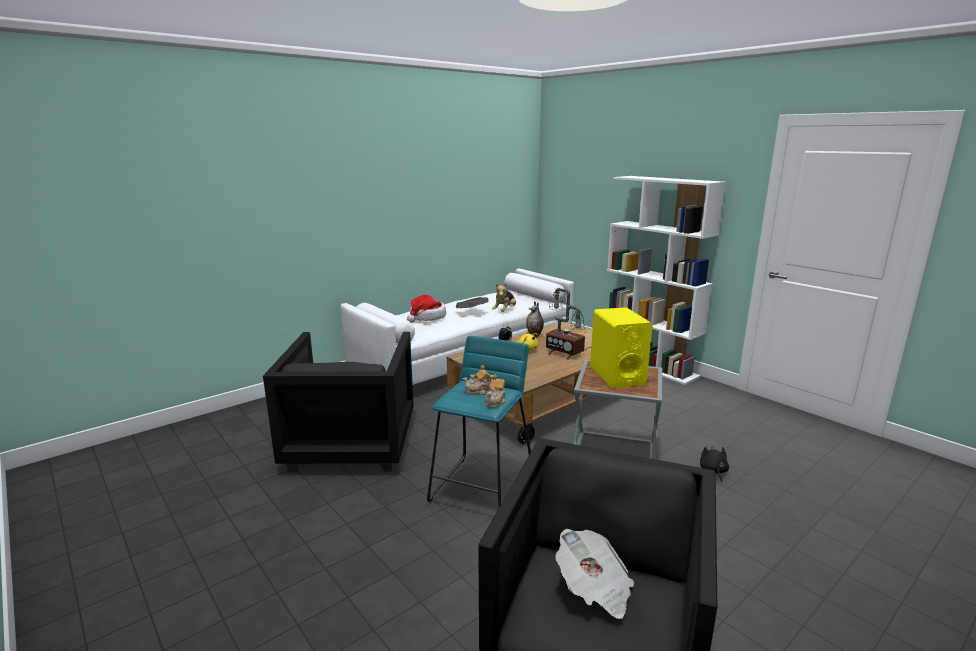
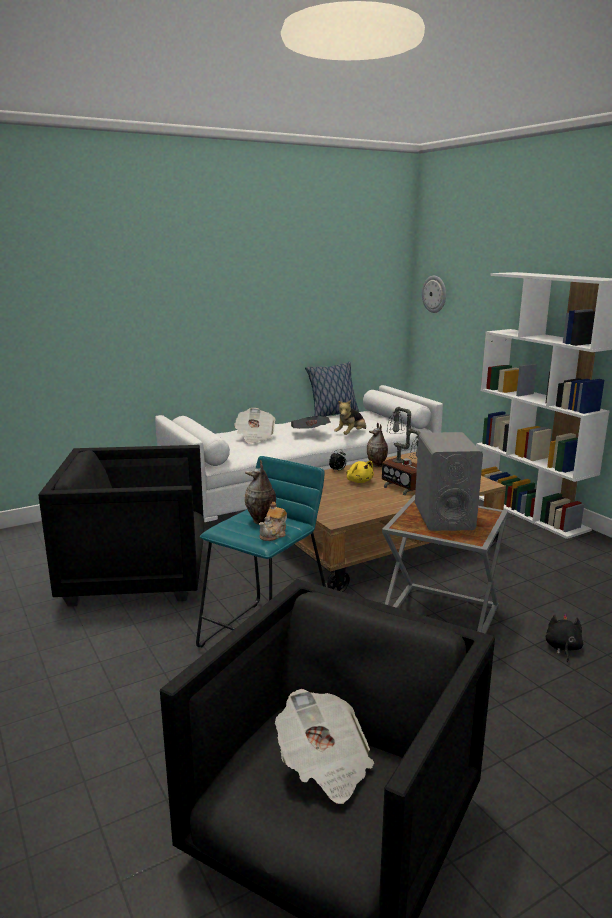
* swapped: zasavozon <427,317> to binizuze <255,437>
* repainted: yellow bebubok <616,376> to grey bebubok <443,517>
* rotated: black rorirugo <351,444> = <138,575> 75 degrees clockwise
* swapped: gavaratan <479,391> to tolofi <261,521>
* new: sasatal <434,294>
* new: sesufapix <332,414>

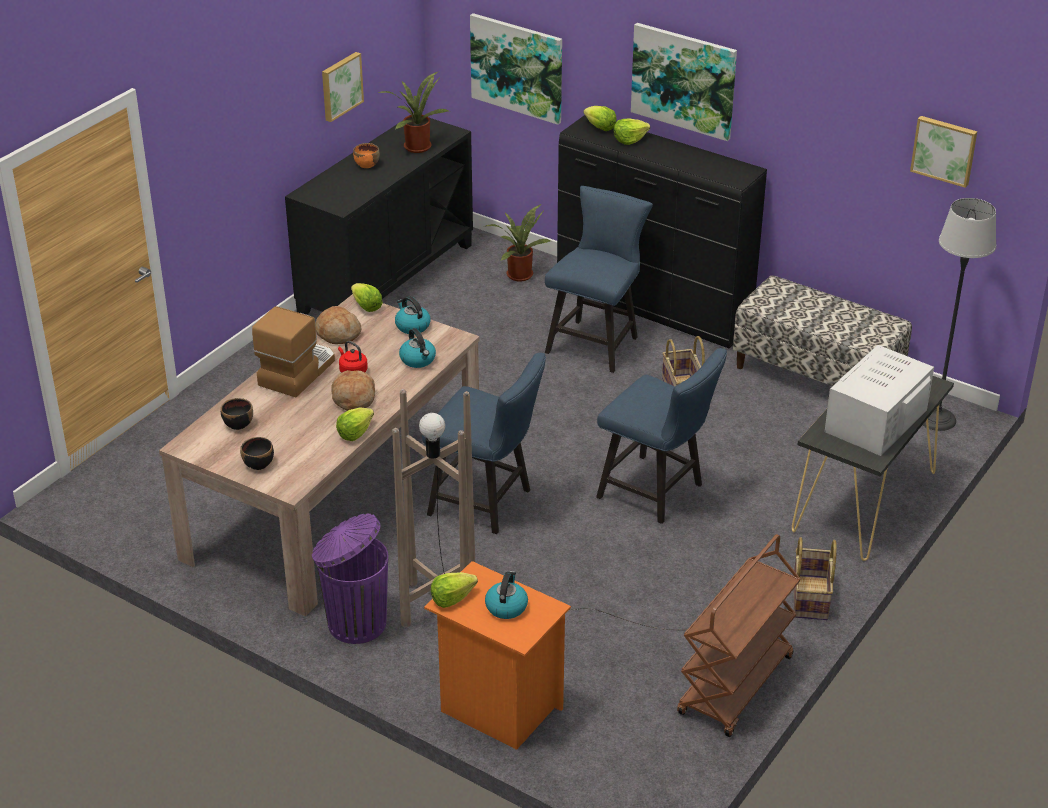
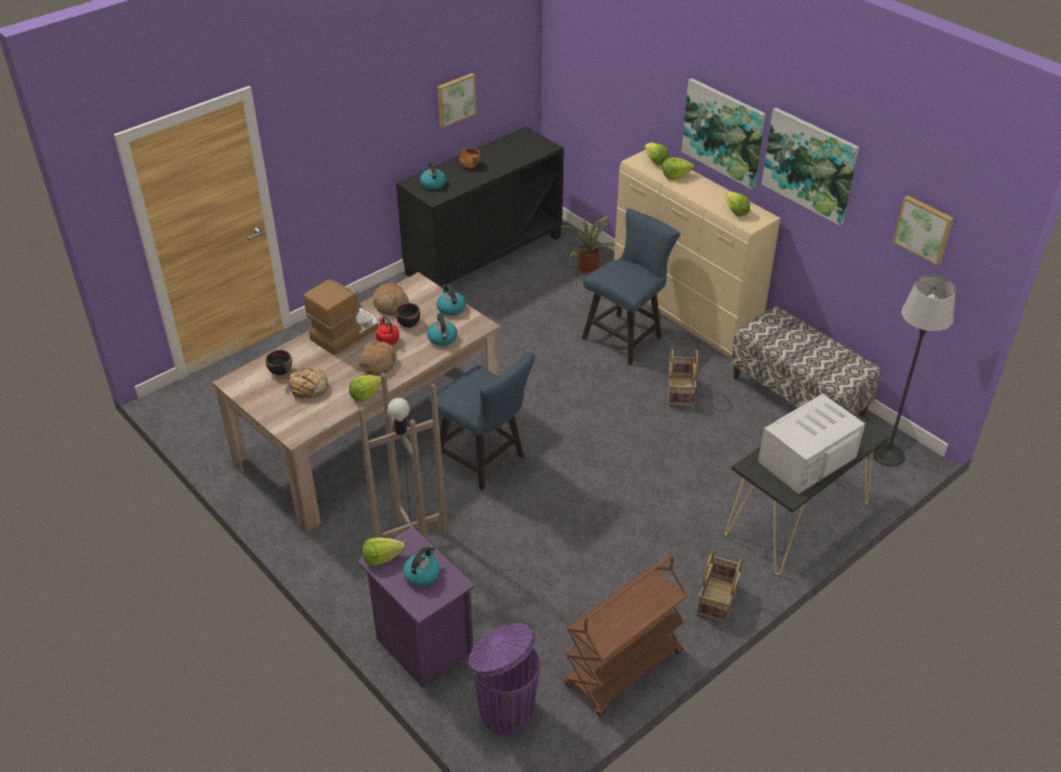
* shifted: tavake <517,67> to <810,165>
* gone: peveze <416,146>
* repainted: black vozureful <653,309> to beige vozureful <683,314>
* shifted: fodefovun <366,306> to <735,211>
* gone: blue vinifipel <657,493>
* shifted: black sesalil <258,464> to <409,323>
* shifted: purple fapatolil <355,622> to <505,710>
* repainted: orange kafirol <497,708> to purple kafirol <421,647>
* new: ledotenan <433,184>
* new: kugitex <308,388>

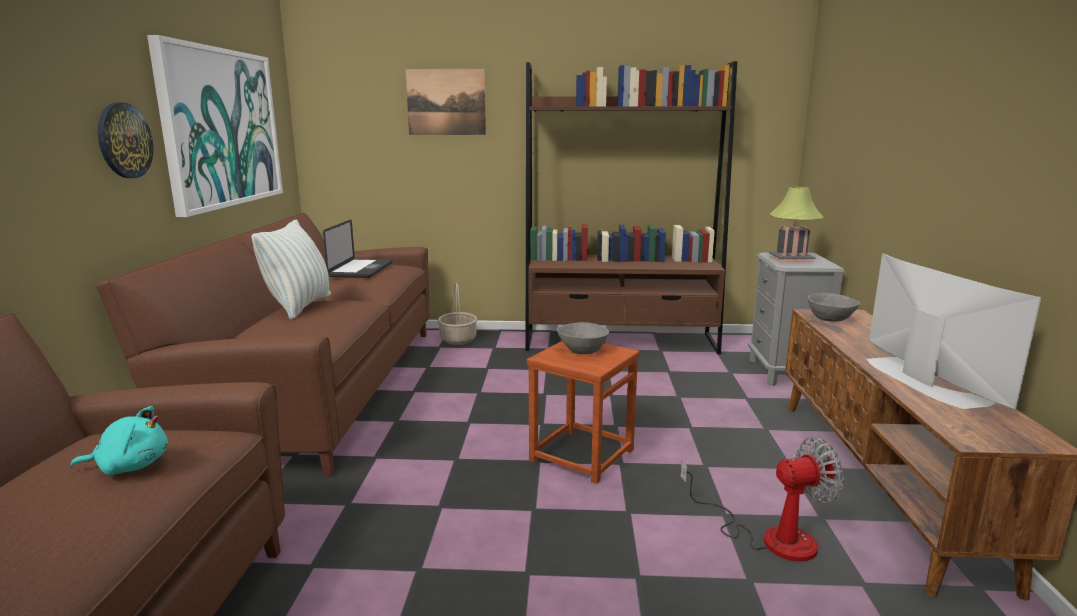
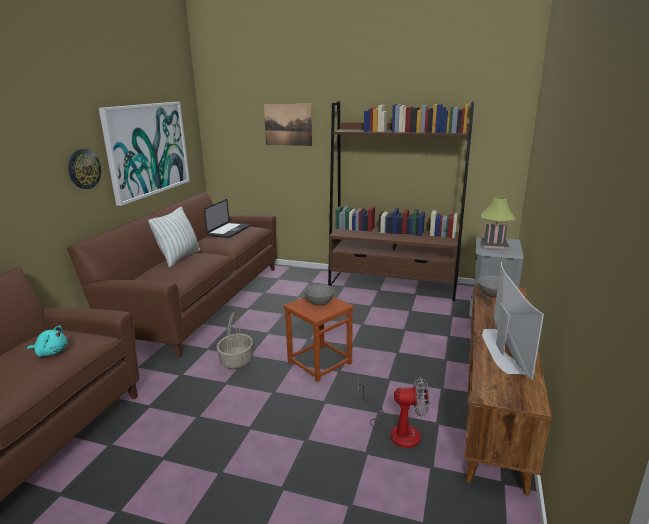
* shifted: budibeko <457,339> to <236,361>

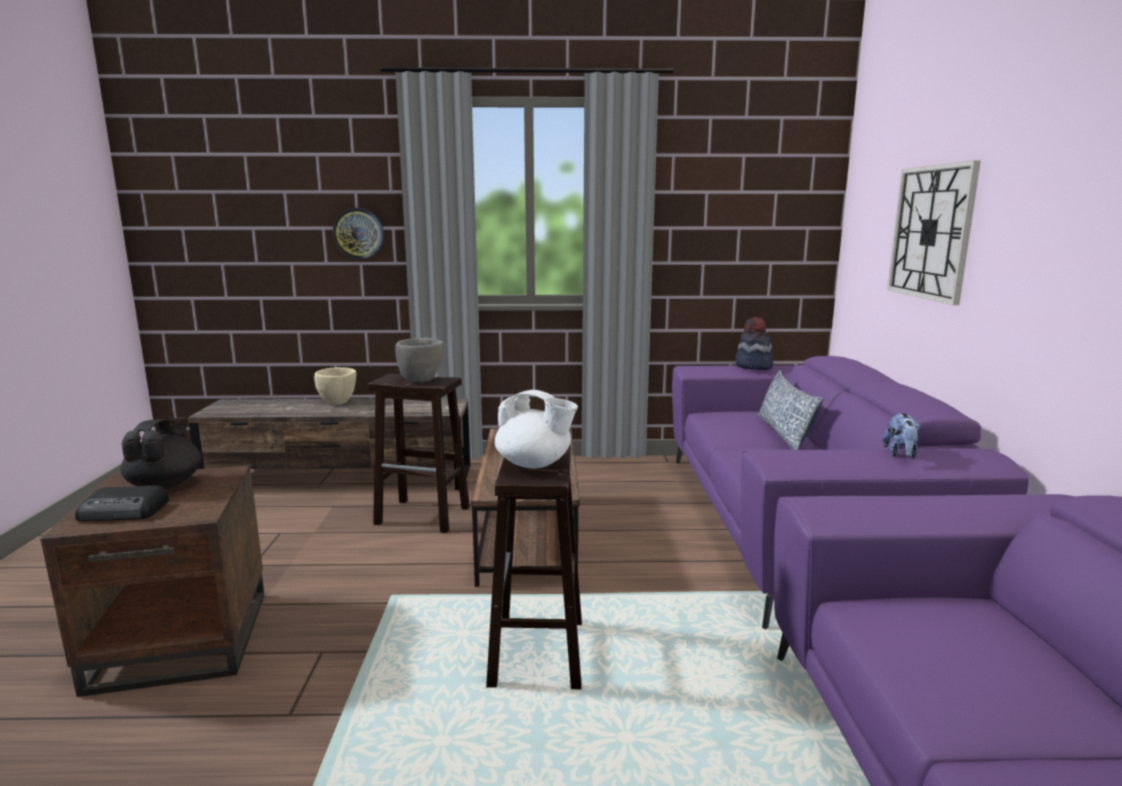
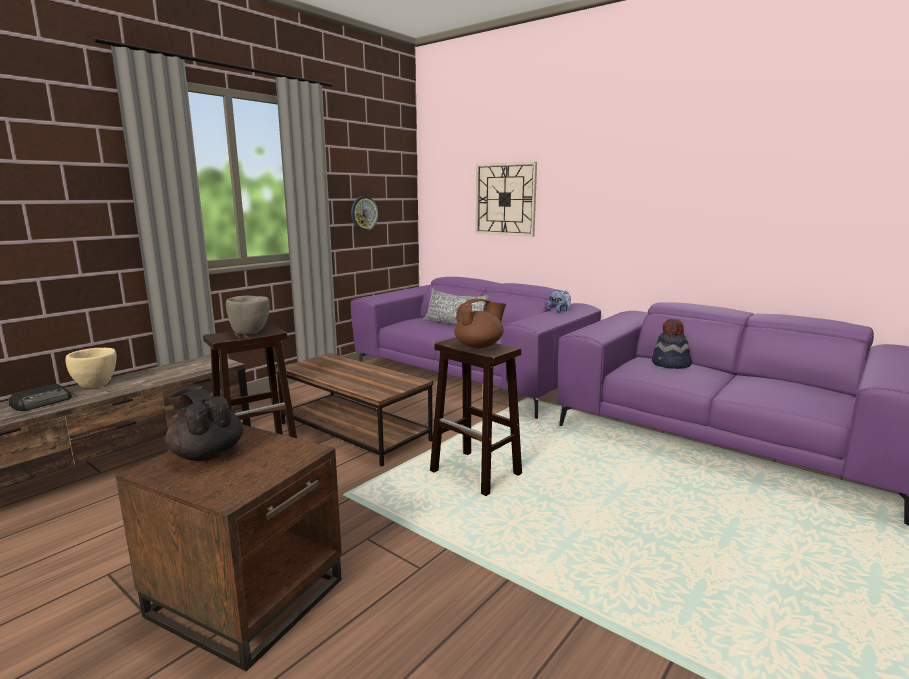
* shifted: sasatal <358,233> to <364,213>
* shifted: zasavozon <753,366> to <670,364>
* repainted: white gavaratan <534,464> to brown gavaratan <479,346>
* shifted: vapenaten <124,511> to <43,402>

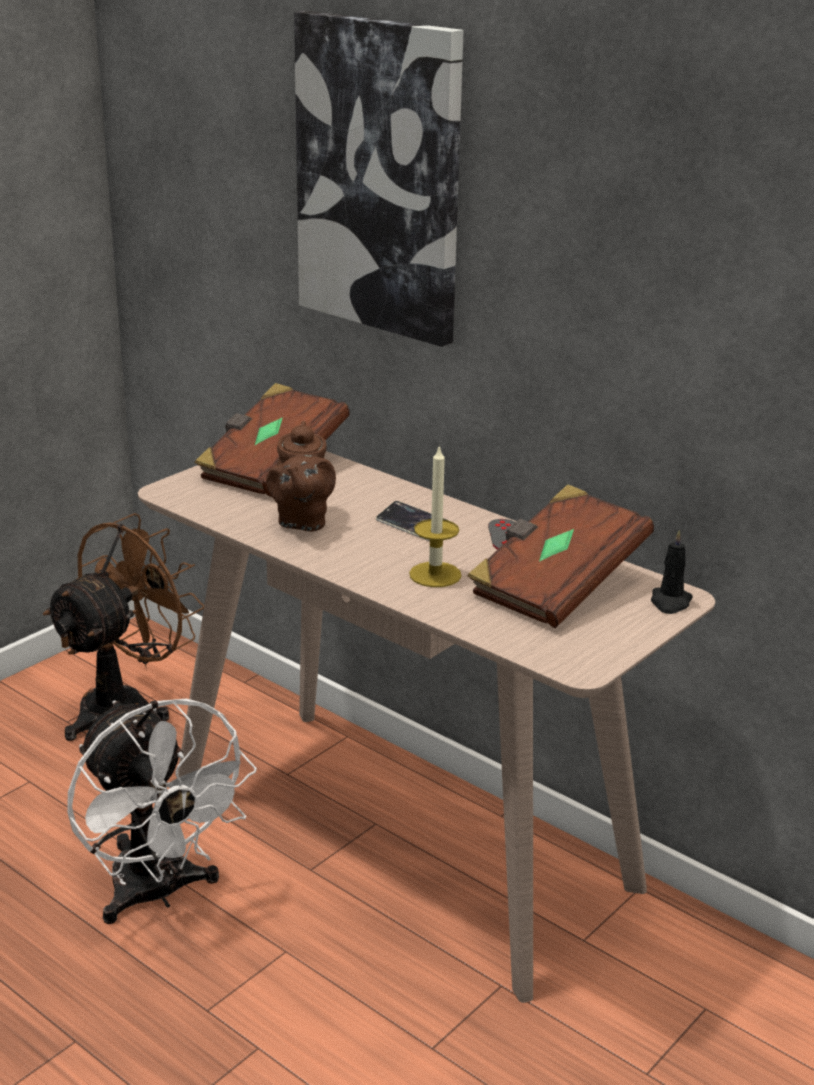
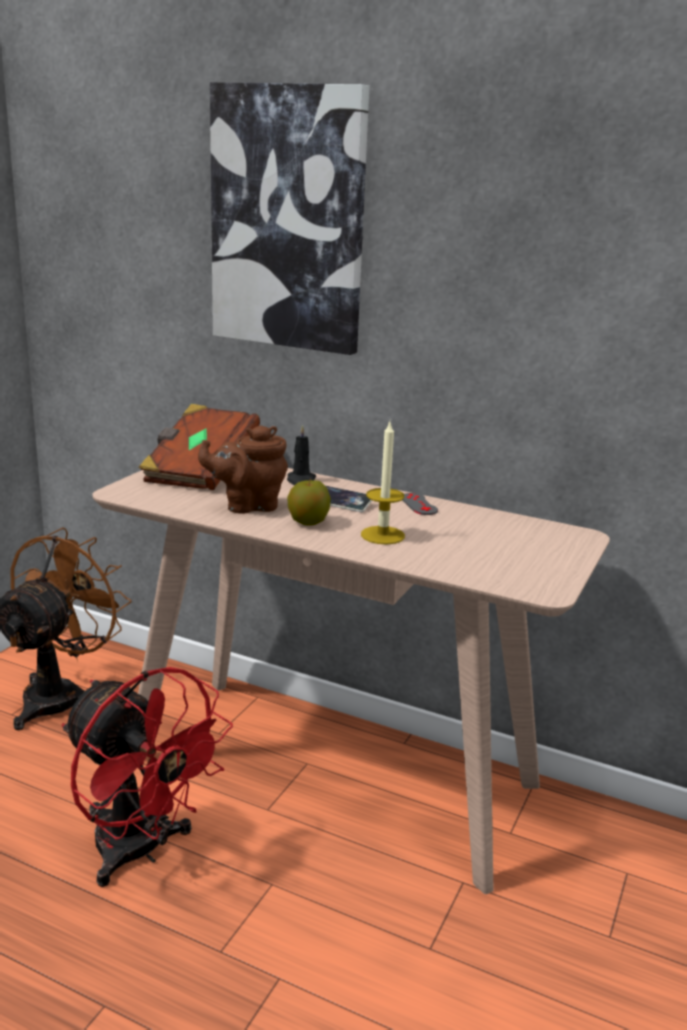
* rotated: brown gavaratan <302,521> = <248,506> 90 degrees clockwise
* gone: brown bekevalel <556,586>
* shifted: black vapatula <670,602> to <301,481>
* repainted: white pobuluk <158,894> to red pobuluk <141,852>
* new: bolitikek <308,522>

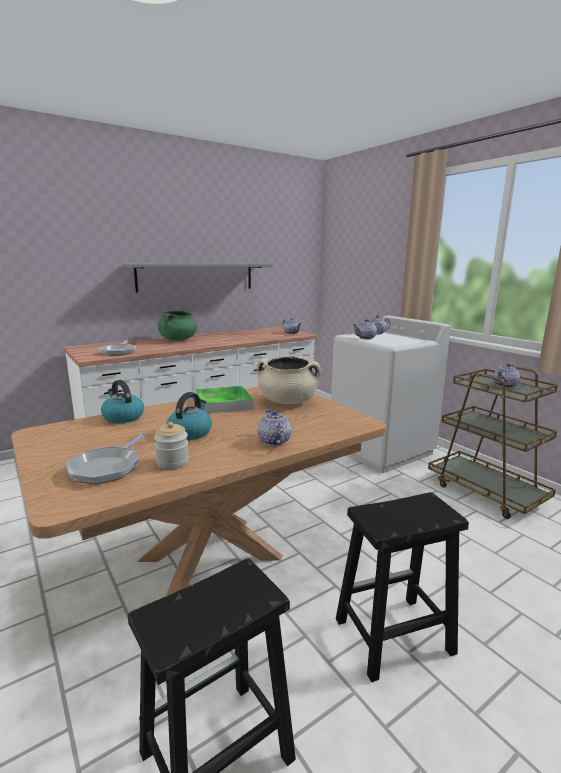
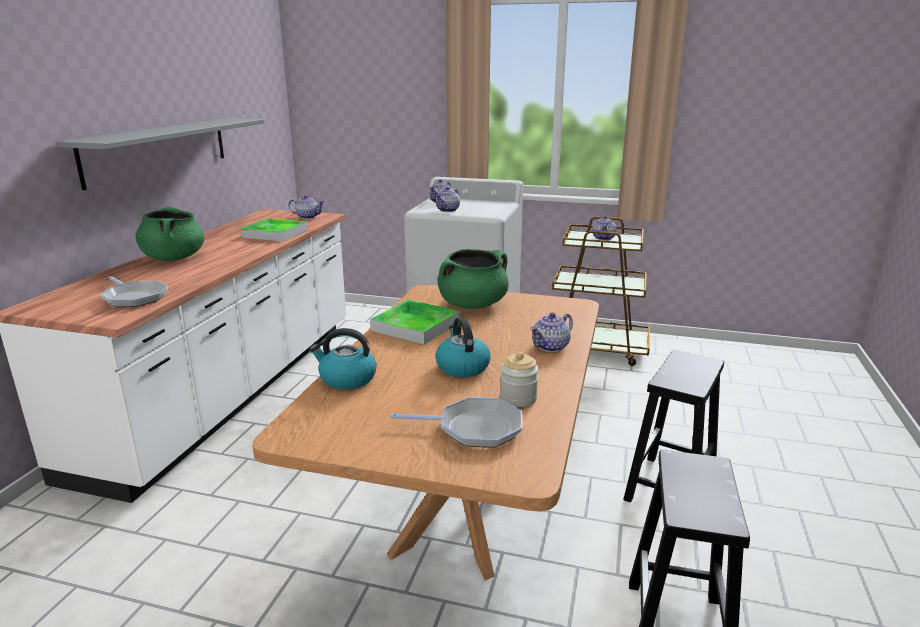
* repainted: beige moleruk <288,401> to green moleruk <473,304>
* rotated: gavaratan <274,441> = <551,346> 75 degrees counterclockwise
* rotated: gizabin <107,468> = <475,428> 60 degrees counterclockwise
* new: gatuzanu <275,233>

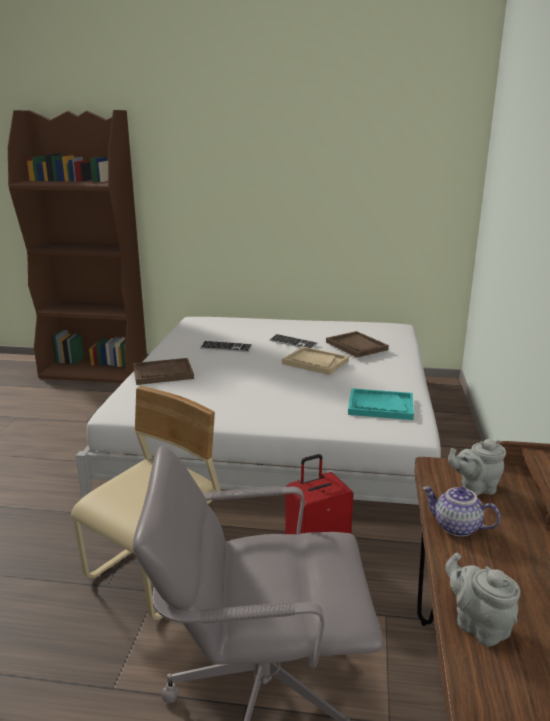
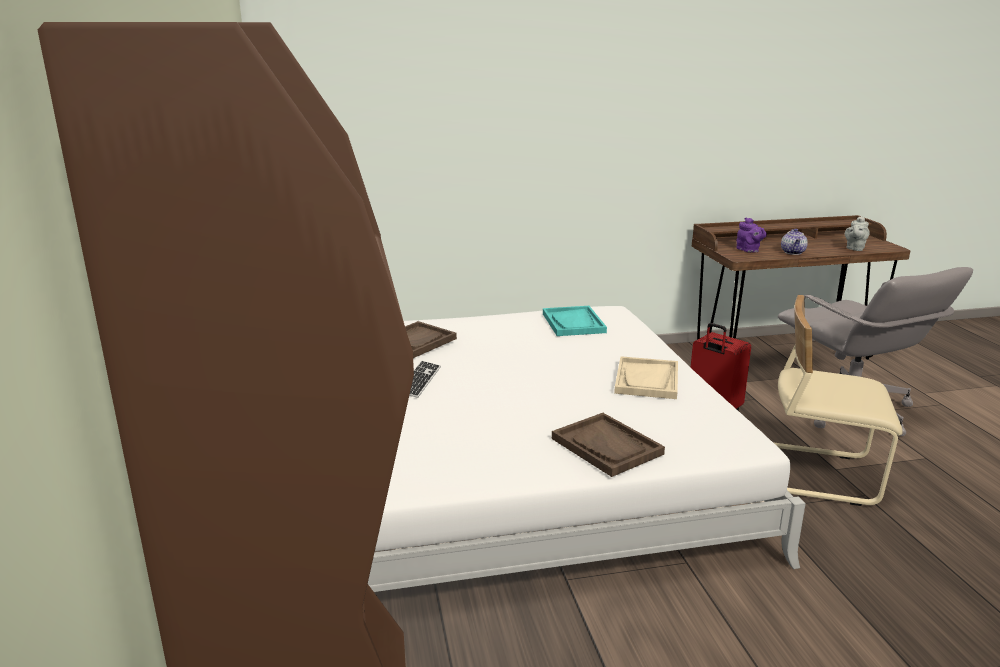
* gone: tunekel <226,348>
* shifted: beige gatuzanu <315,362> to <647,380>
* repainted: grey gavaratan <475,488> to purple gavaratan <749,250>

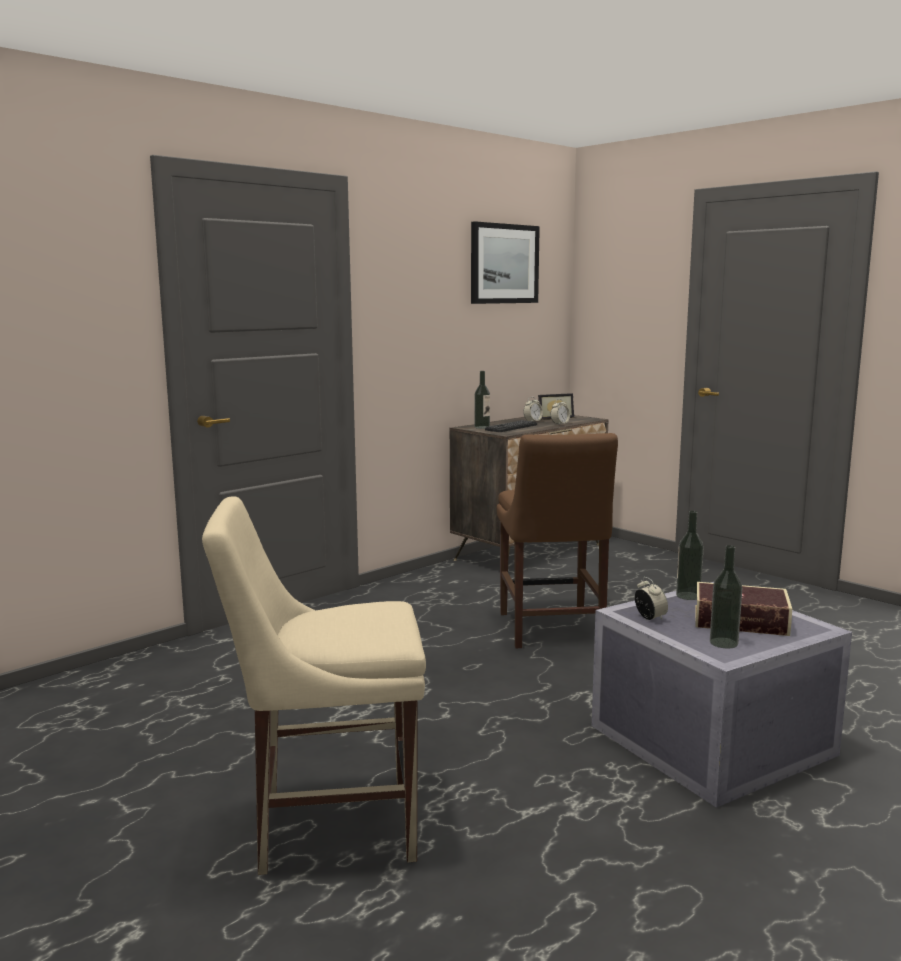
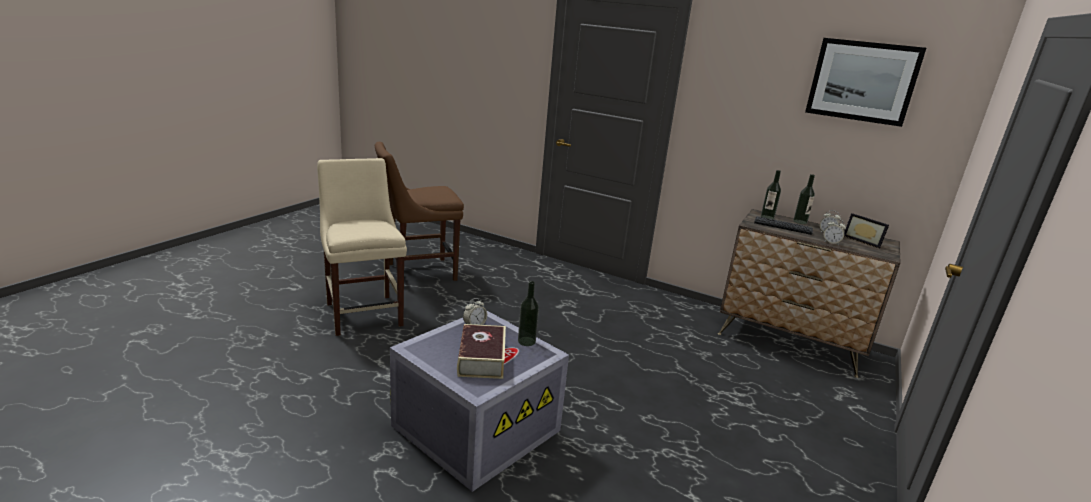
* shifted: brown vinifipel <551,630> to <418,272>
* shifted: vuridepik <723,643> to <800,222>

